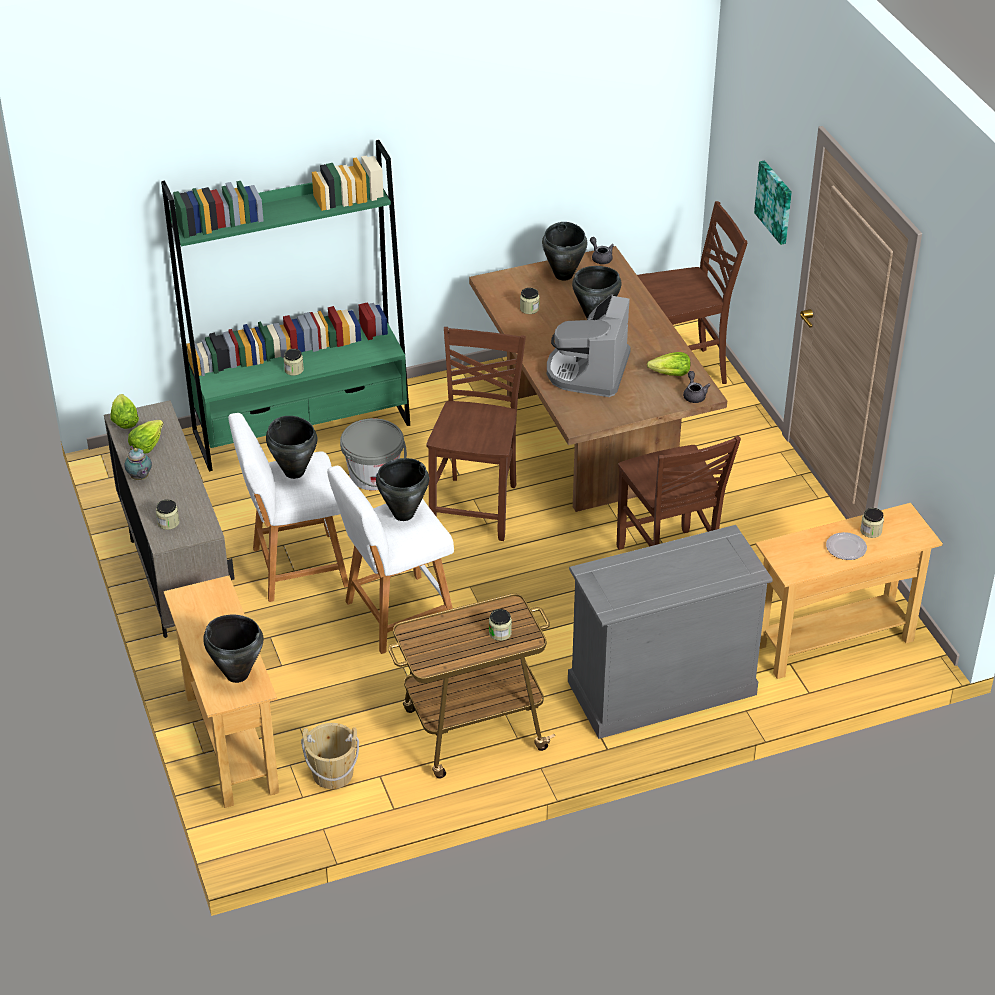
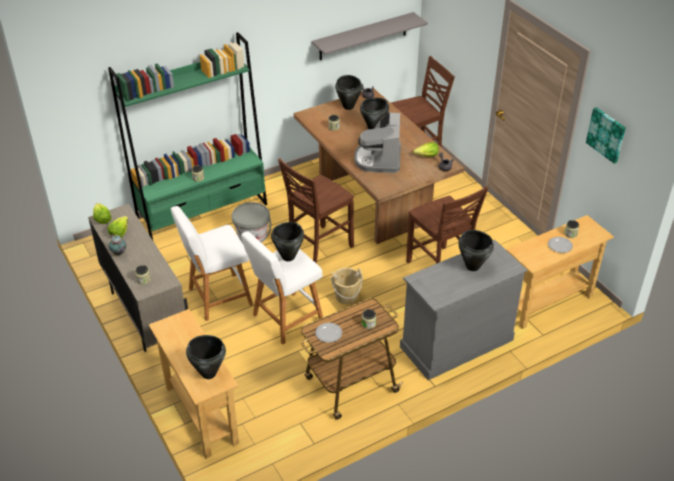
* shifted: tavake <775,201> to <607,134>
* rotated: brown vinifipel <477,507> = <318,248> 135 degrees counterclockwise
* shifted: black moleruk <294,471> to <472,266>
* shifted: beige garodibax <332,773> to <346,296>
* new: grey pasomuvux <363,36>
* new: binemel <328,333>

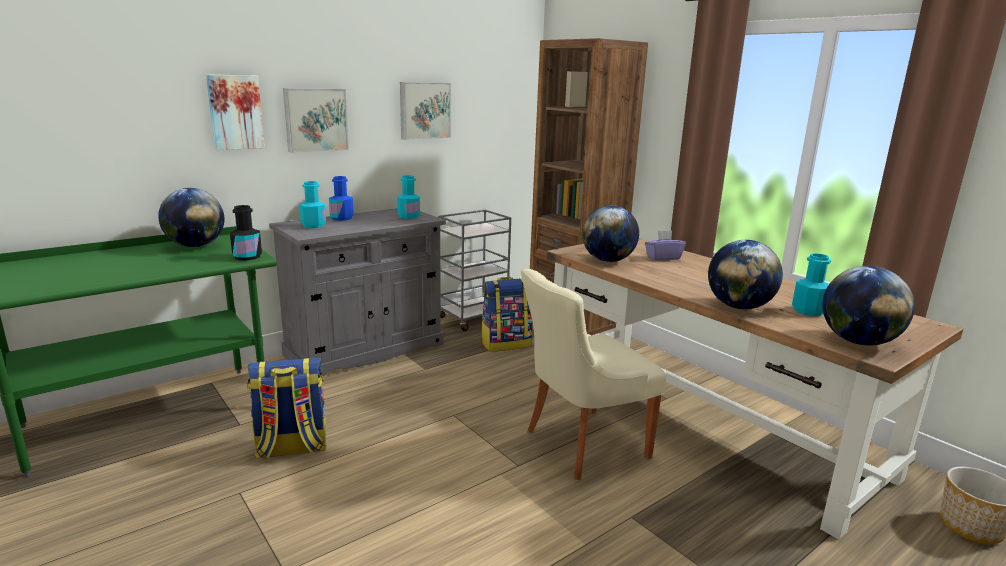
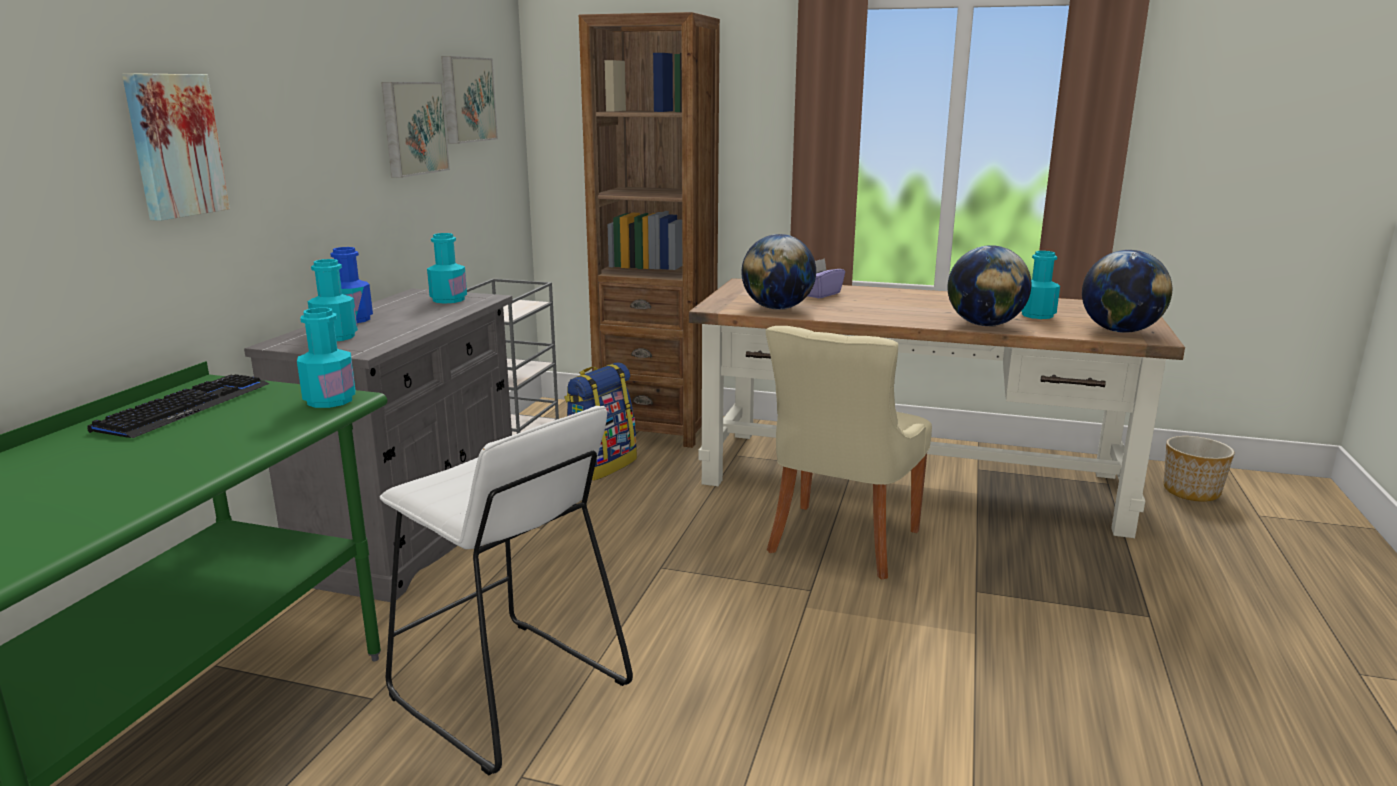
* shifted: tavake <315,120> to <466,99>
* swapped: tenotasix <196,246> to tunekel <185,408>
* repainted: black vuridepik <247,257> to turquoise vuridepik <330,400>
* swapped: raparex <291,448> to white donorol <507,691>

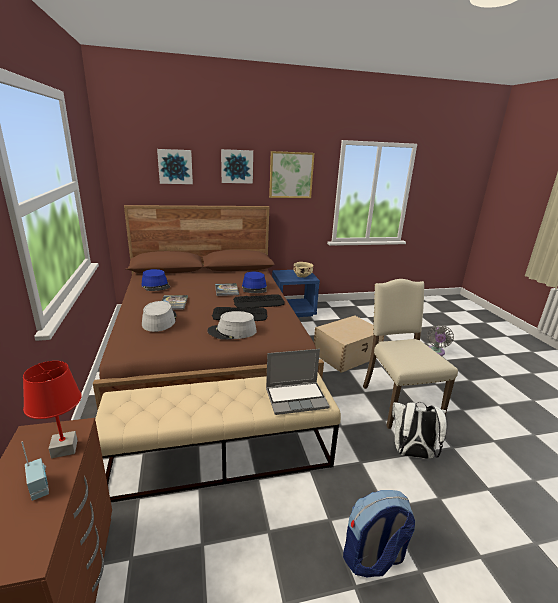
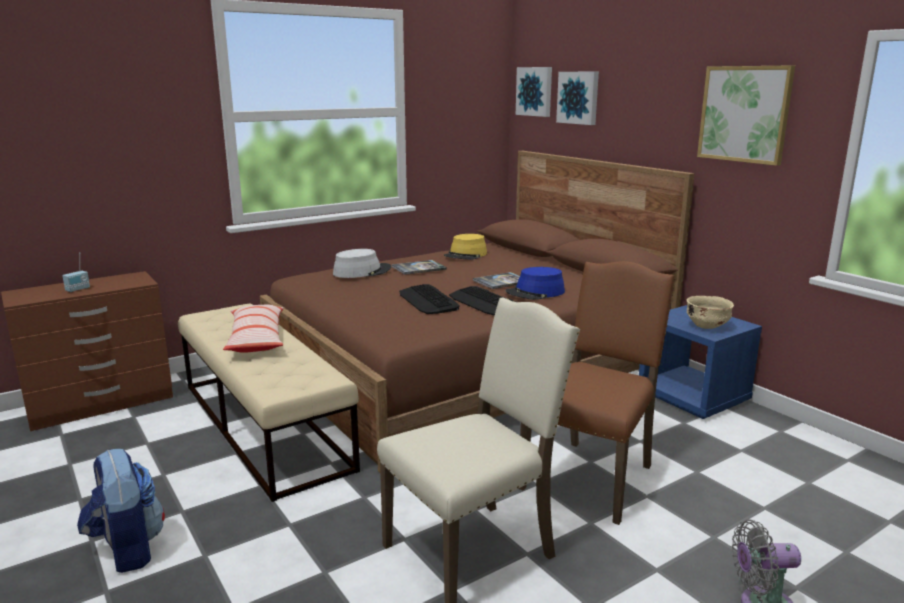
* shifted: tavake <237,166> to <535,91>
* repainted: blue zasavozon <156,285> to yellow zasavozon <466,255>
* gone: grey zasavozon <232,332>
* swapped: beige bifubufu <347,354> to brown vinifipel <591,476>
* gone: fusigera <297,398>
* gone: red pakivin <65,448>
* gone: white raparex <411,453>
* new: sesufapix <256,339>

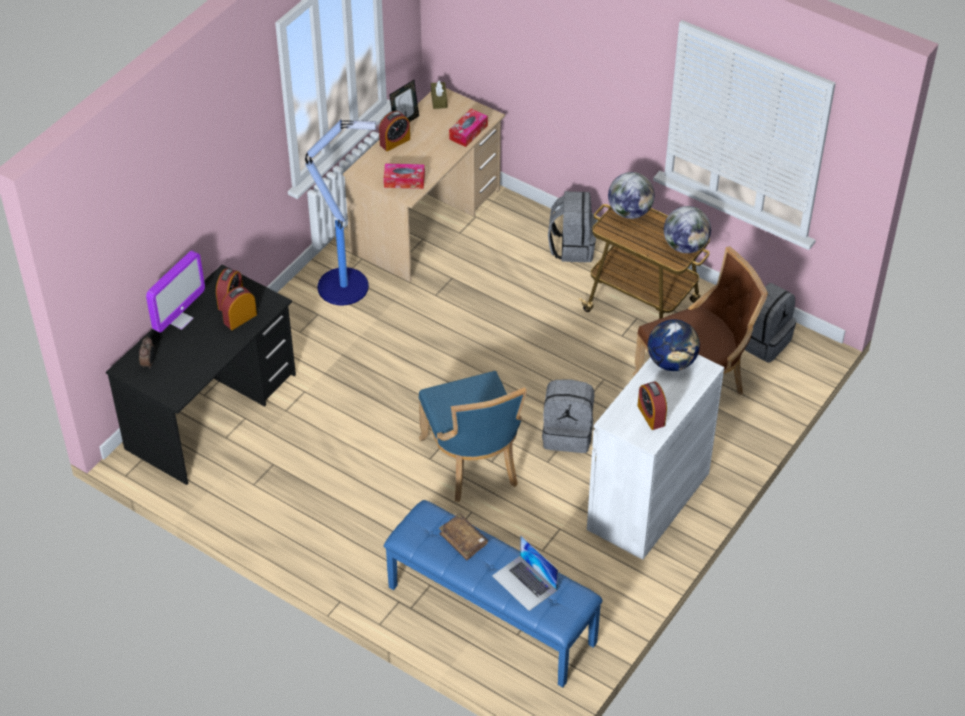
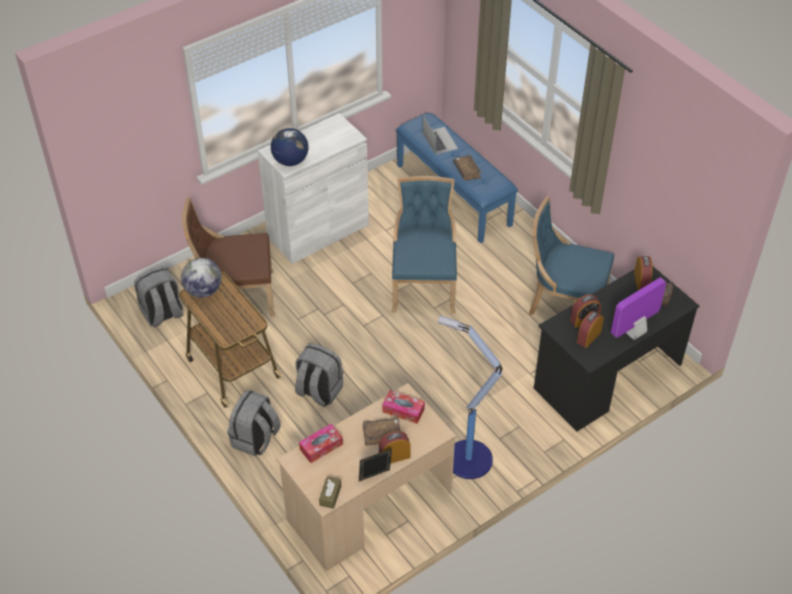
* gone: tenotasix <630,212>
* shifted: grey raparex <568,434> to <318,391>
* shifted: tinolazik <651,415> to <641,282>
* new: blue vinifipel <564,304>
* new: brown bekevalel <381,434>

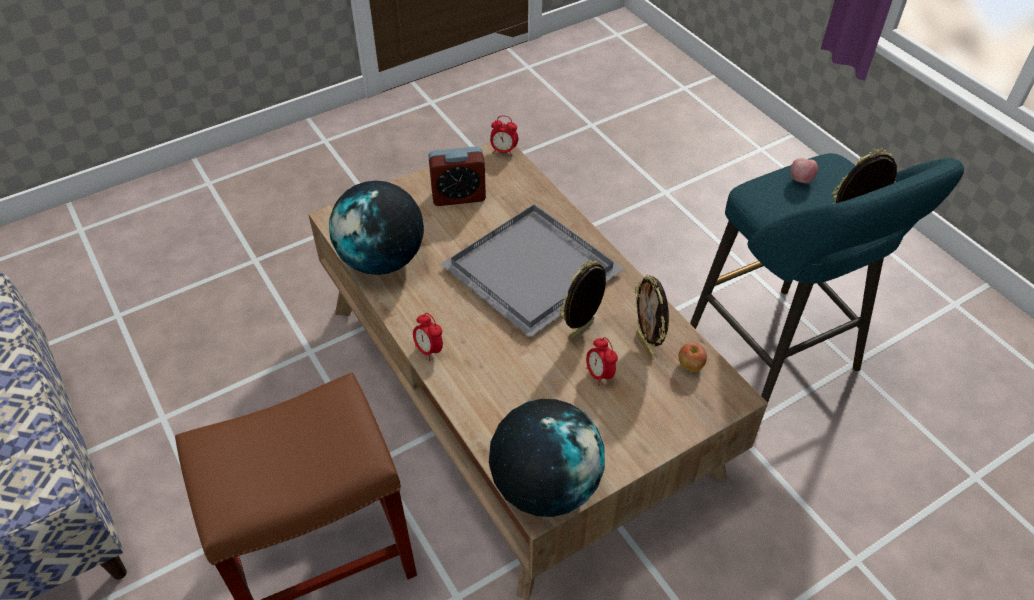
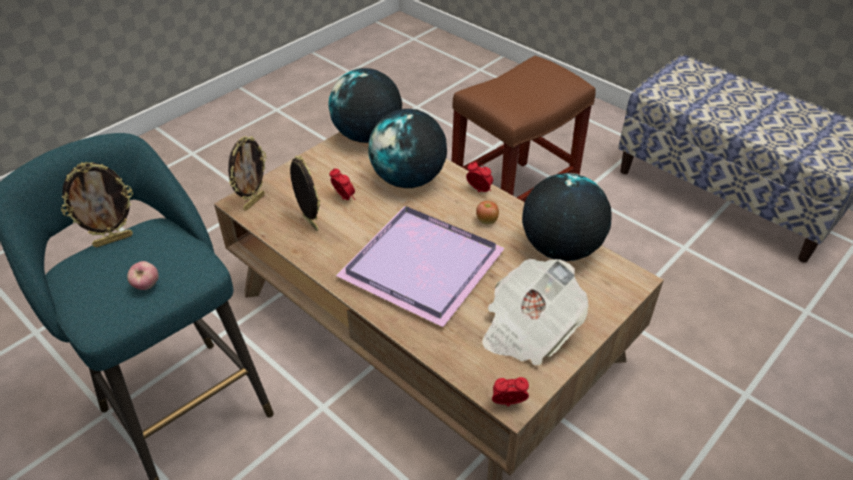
* swapped: tinolazik <458,196> to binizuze <528,329>
* repainted: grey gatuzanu <528,270> to purple gatuzanu <425,265>
* shifted: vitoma <582,331> to <253,202>
* shifted: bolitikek <690,366> to <486,221>
* new: tenotasix <408,179>

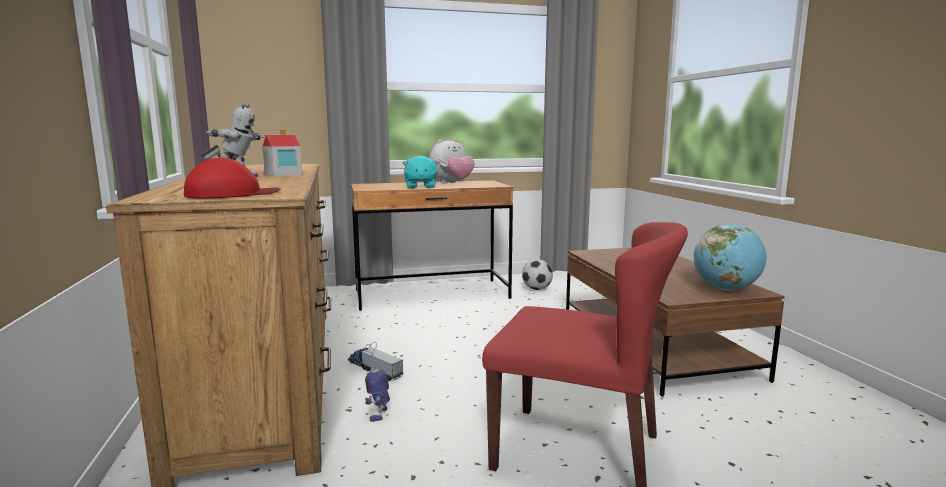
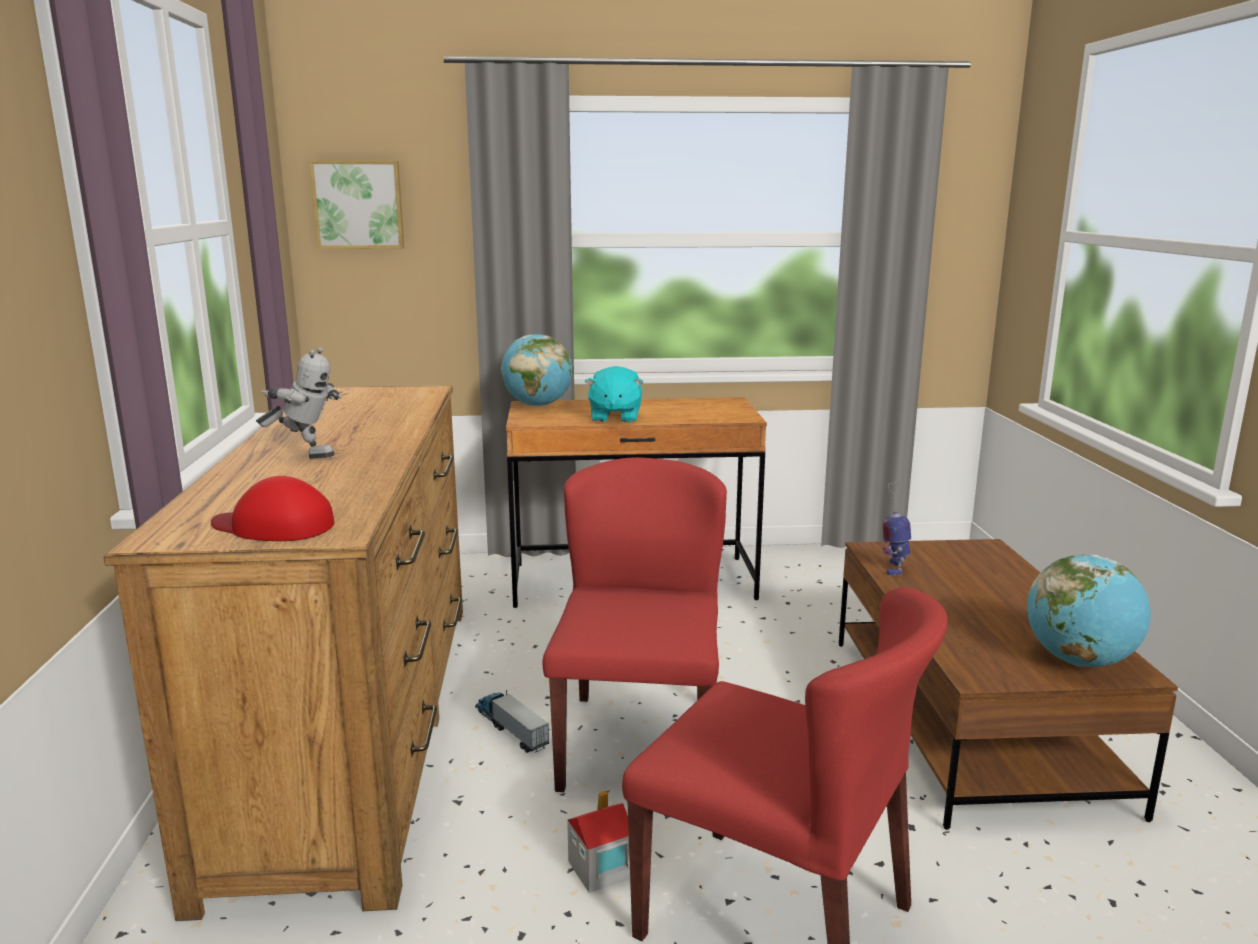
* shifted: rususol <282,174> to <600,869>
* gone: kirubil <451,183>
* rotated: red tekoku <232,194> = <274,526> 150 degrees counterclockwise
* gone: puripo <536,289>
* shifted: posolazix <379,413> to <893,568>
* new: tavake <358,204>
* new: tenotasix <537,405>
* new: red vinifipel <638,743>

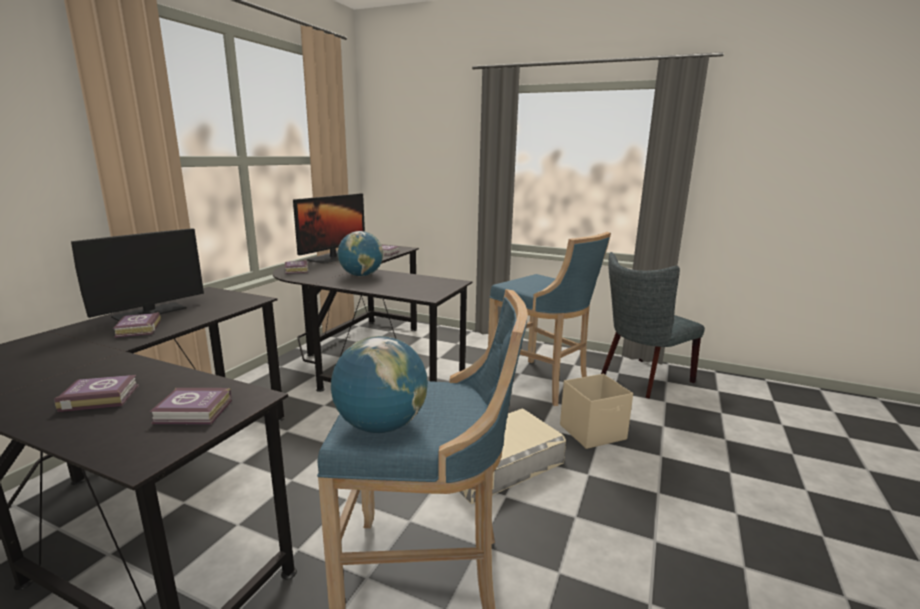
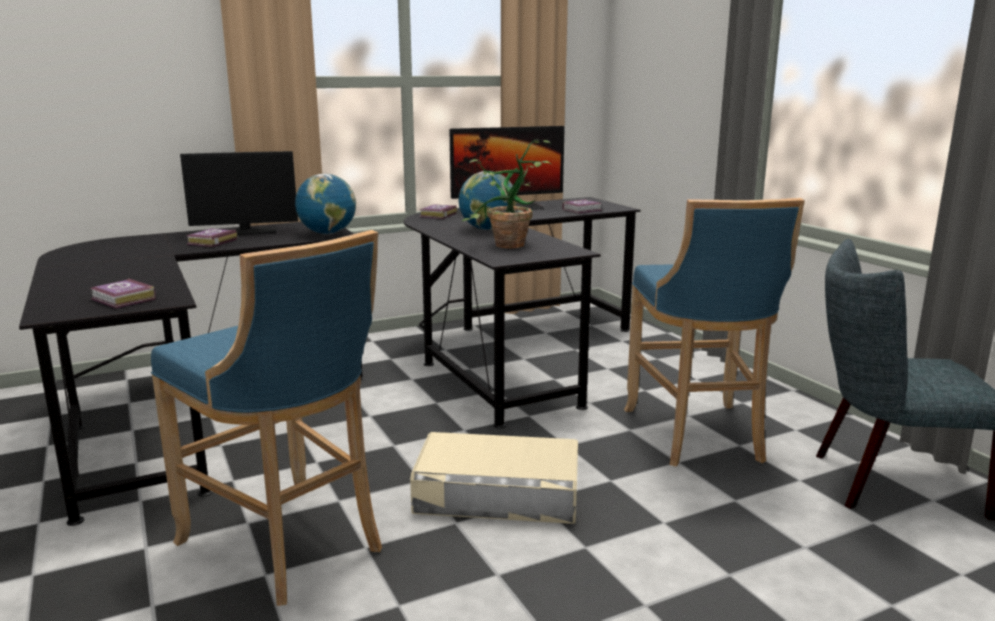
* shifted: tenotasix <381,426> to <327,233>
* gone: beige bifubufu <593,432>
* gone: bekevalel <99,397>
* new: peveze <506,247>

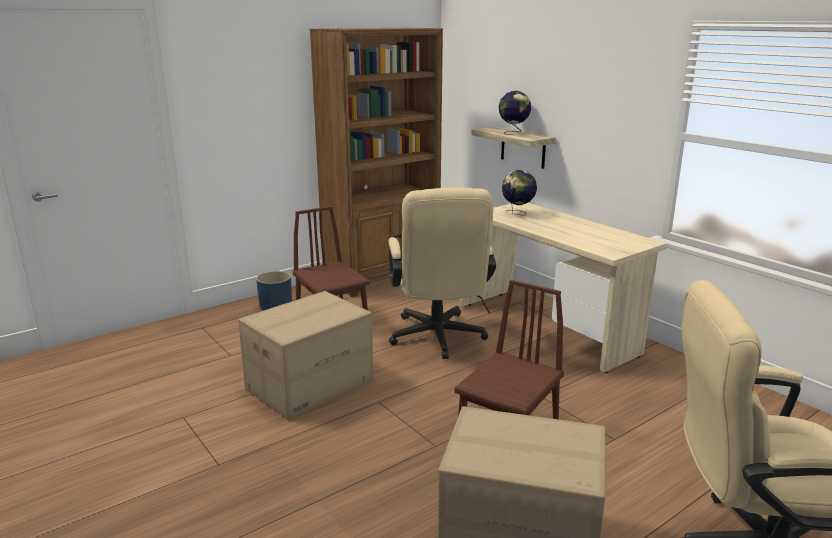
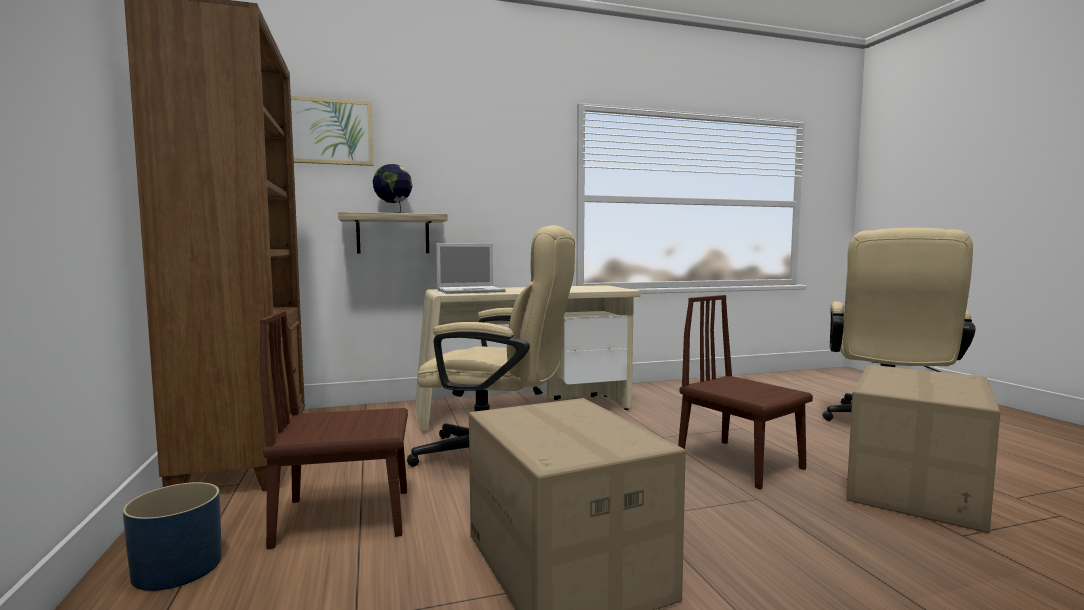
* swapped: tenotasix <517,213> to fusigera <471,291>
* new: tavake <326,131>

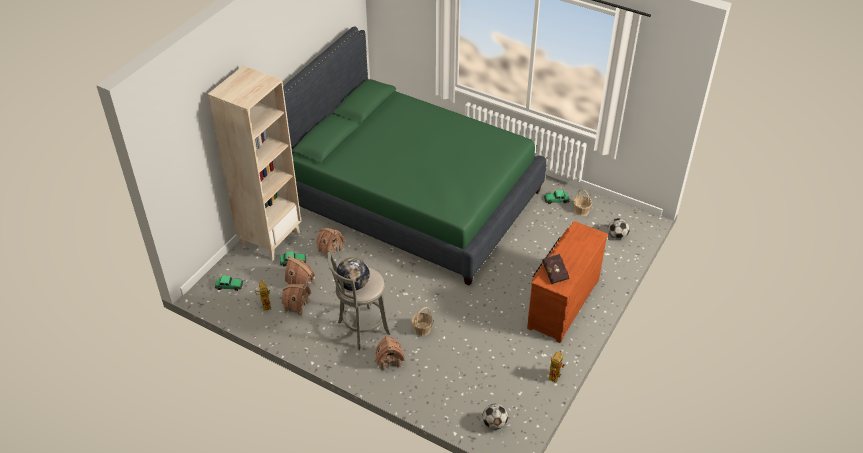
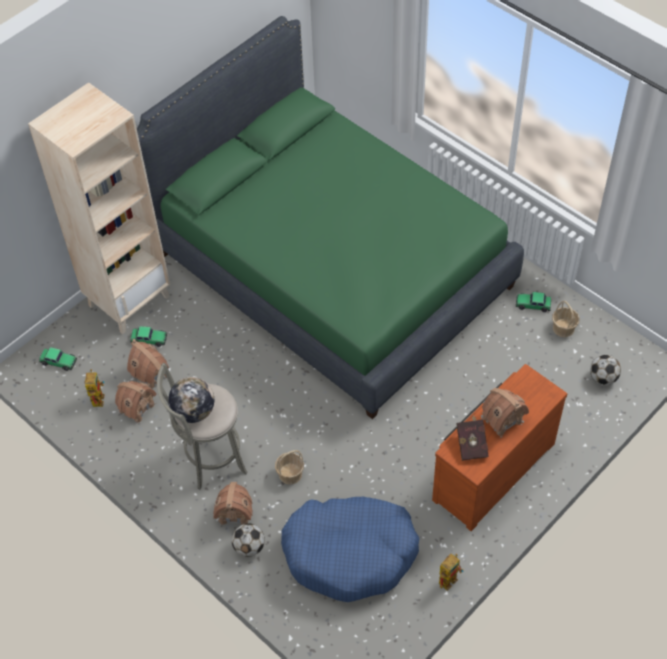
* shifted: rususol <330,249> to <502,419>
* shifted: puripo <494,423> to <249,547>
* new: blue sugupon <350,553>

